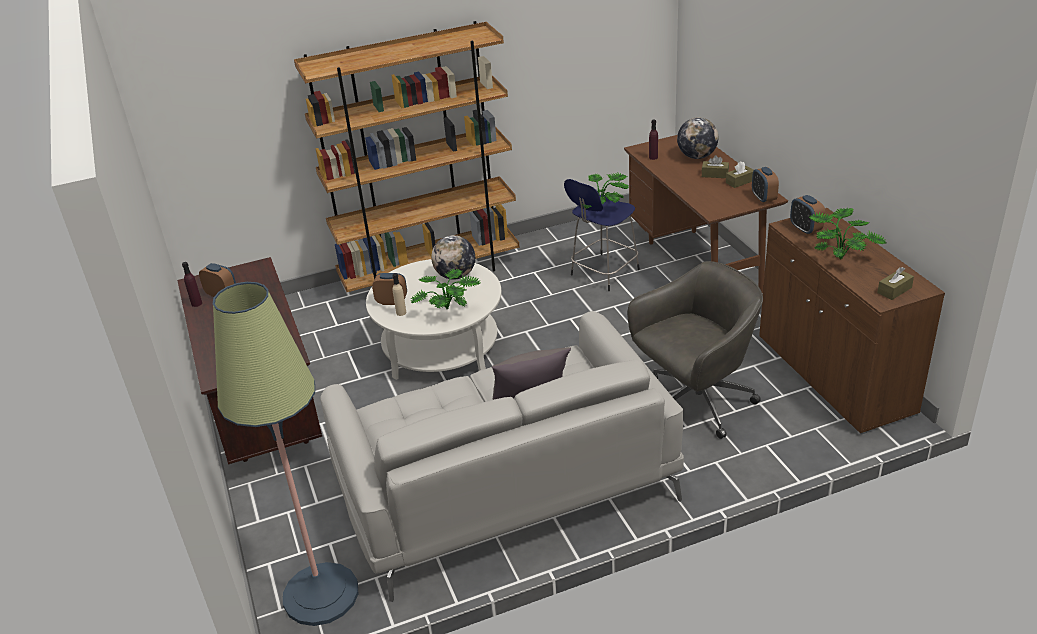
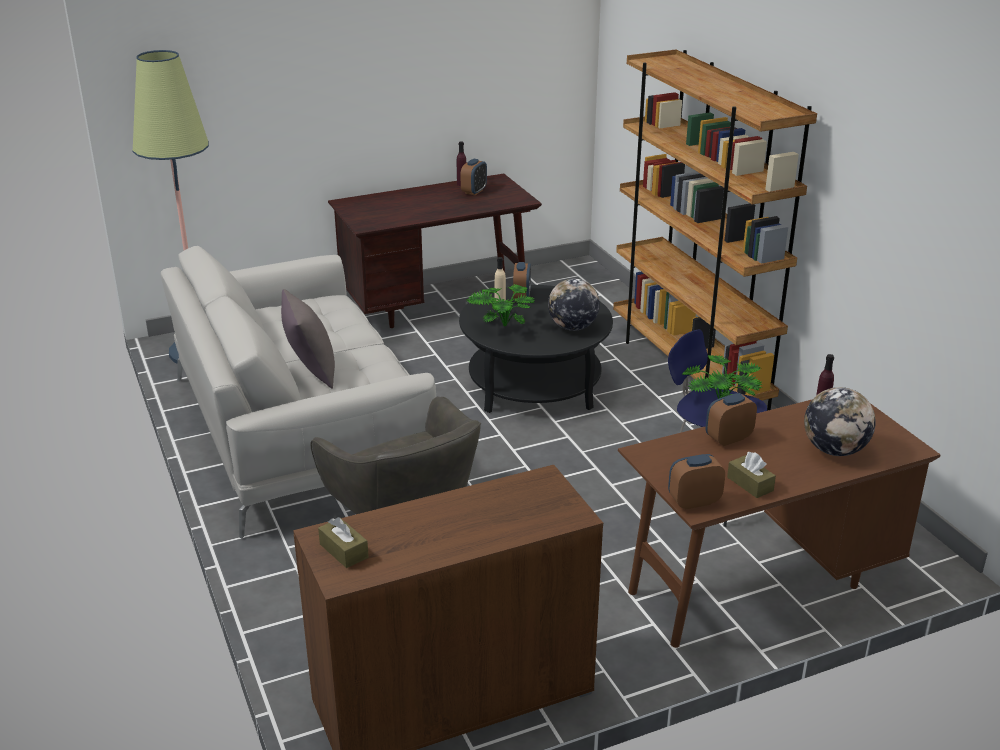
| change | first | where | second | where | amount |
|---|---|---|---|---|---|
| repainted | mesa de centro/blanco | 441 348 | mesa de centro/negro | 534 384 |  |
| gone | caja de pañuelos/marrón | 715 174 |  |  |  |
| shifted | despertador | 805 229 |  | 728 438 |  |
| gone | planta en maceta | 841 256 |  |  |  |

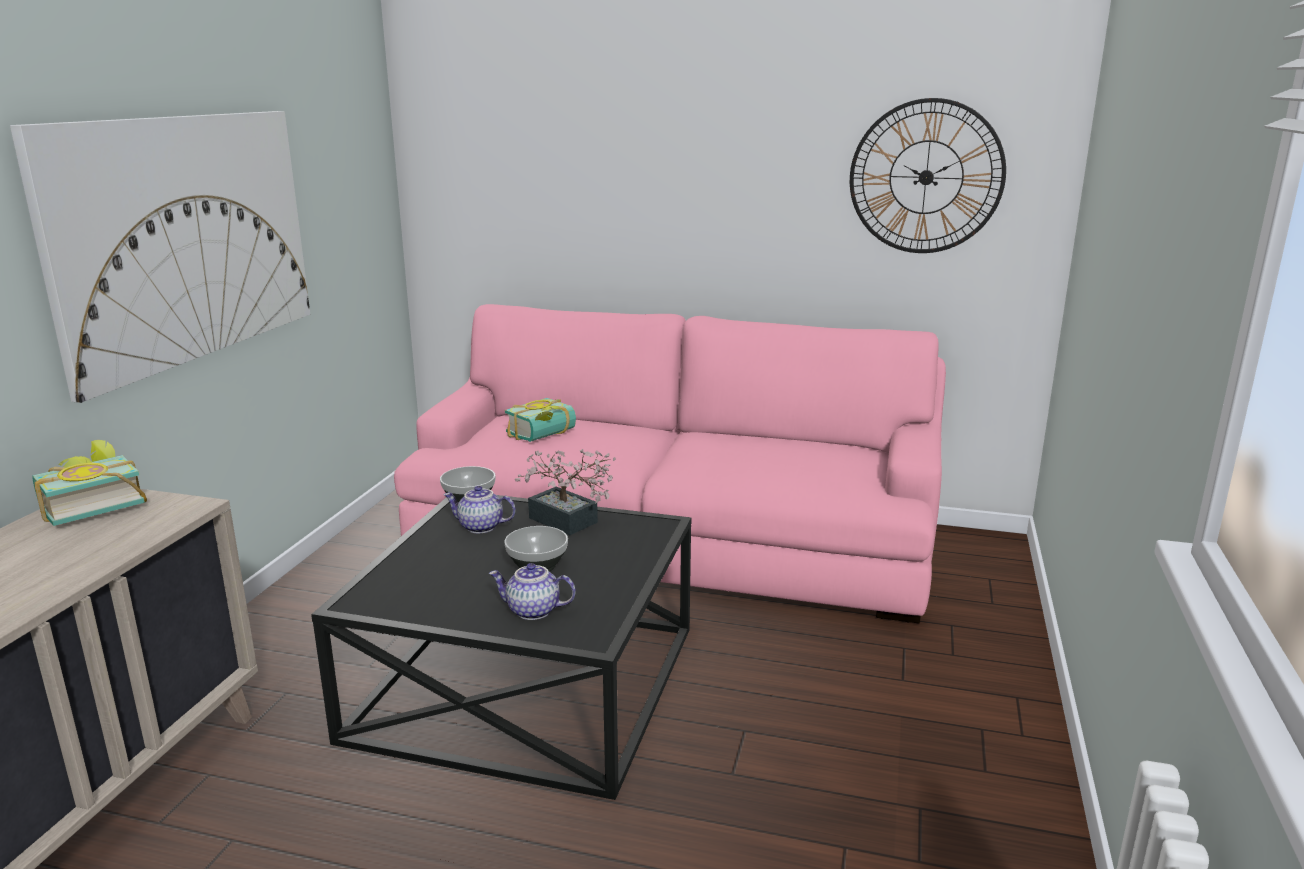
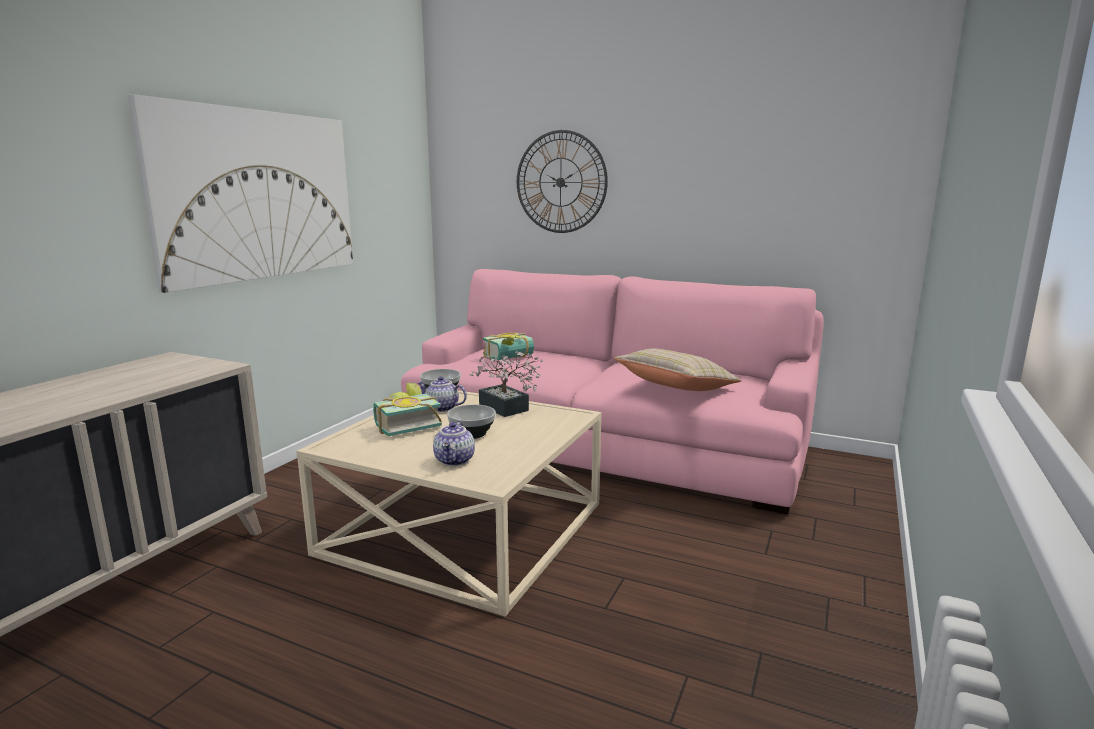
| change | first | where | second | where | amount |
|---|---|---|---|---|---|
| shifted | libro | 90 506 |  | 405 426 |  |
| repainted | mesa de centro/negro | 527 681 | mesa de centro/beis | 465 527 |  |
| rotated | tetera | 532 611 |  | 455 461 | 105 degrees counterclockwise |
| shifted | reloj de pared | 926 177 |  | 560 182 |  |
| new |  |  | cojín/beis | 676 389 |  |

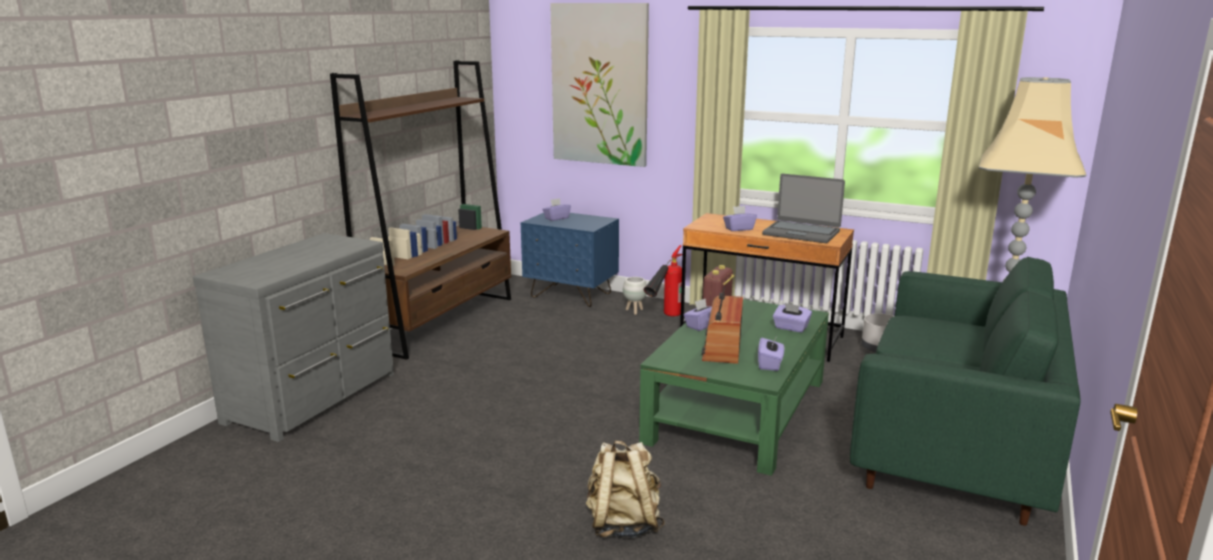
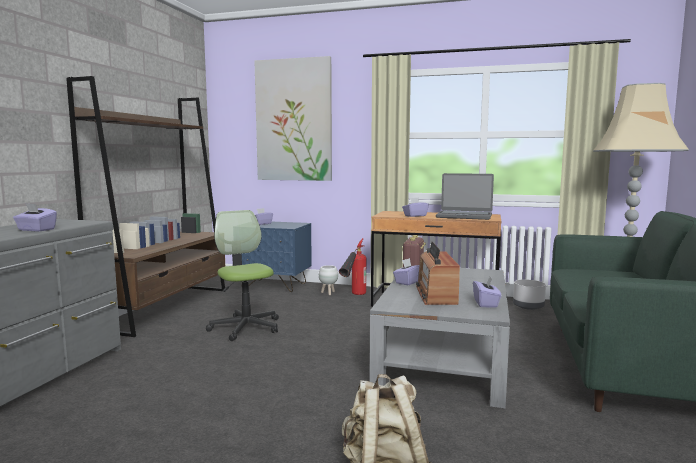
| change | first | where | second | where | amount |
|---|---|---|---|---|---|
| repainted | mesa de centro/verde | 737 411 | mesa de centro/gris | 444 356 |  |
| shifted | caja de pañuelos/morado | 791 328 |  | 36 230 |  |
| new |  |  | silla de oficina | 246 327 |  |

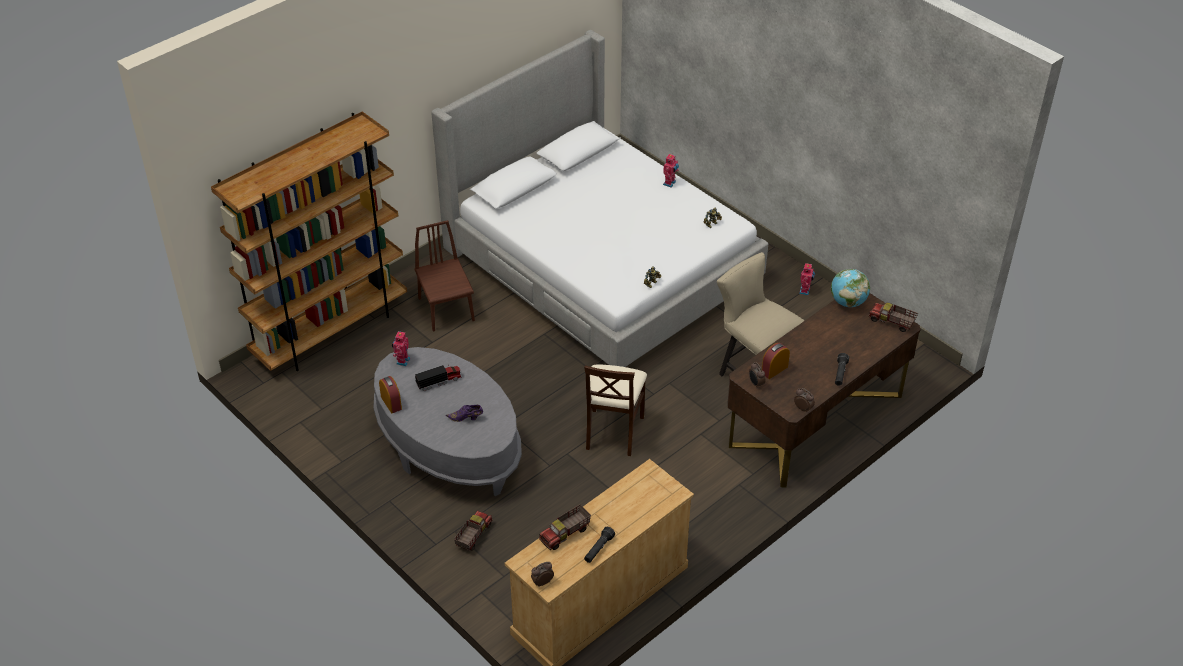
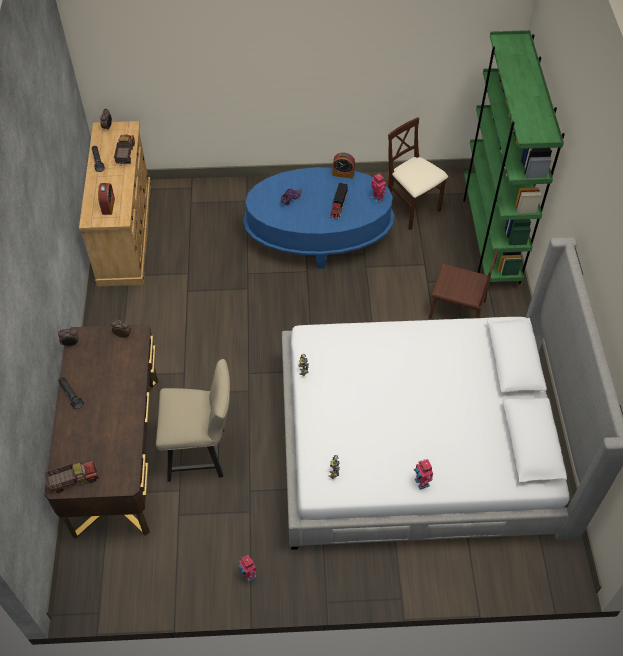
| change | first | where | second | where | amount |
|---|---|---|---|---|---|
| repainted | estantería/marrón | 330 331 | estantería/verde | 490 235 |  |
| repainted | mesa de centro/gris | 448 445 | mesa de centro/azul | 318 235 |  |
| gone | camión de juguete | 473 536 |  |  |  |
| shifted | silla/beis | 613 431 |  | 411 209 |  |
| shifted | despertador | 774 370 |  | 108 206 |  |
| gone | globo terráqueo | 848 302 |  |  |  |

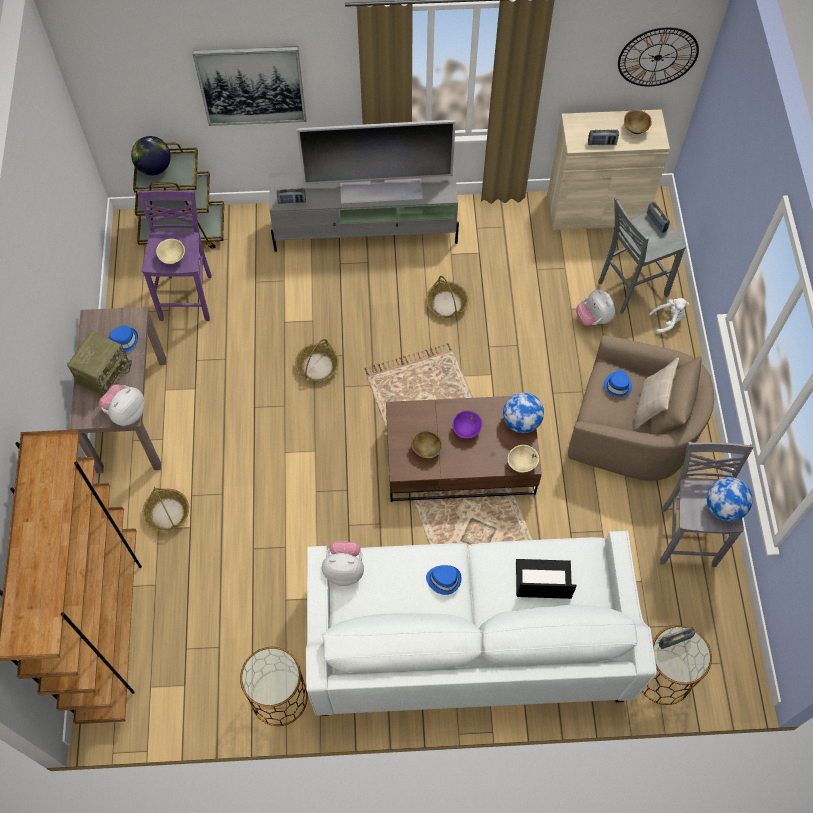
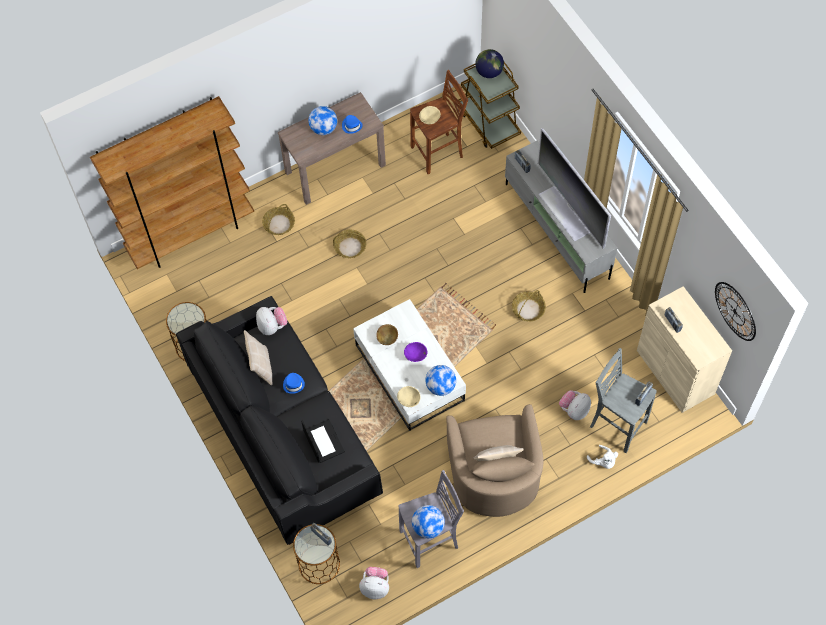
| change | first | where | second | where | amount |
|---|---|---|---|---|---|
| swapped | radio | 104 374 | globo terráqueo | 323 128 |  |
| shifted | peluche | 126 413 |  | 375 587 |  |
| repainted | taburete/morado | 188 296 | taburete/marrón | 438 153 |  |
| gone | cuadro | 251 85 |  |  |  |
| shifted | cesta | 317 366 |  | 350 247 |  |
| repainted | sofá/blanco | 468 639 | sofá/negro | 285 434 |  |
| repainted | mesa de centro/marrón | 459 460 | mesa de centro/blanco | 408 372 |  |
| gone | sombrero/azul | 618 385 |  |  |  |
| gone | cuenco/marrón | 635 129 |  |  |  |
| new |  |  | cojín/beis | 261 366 |  |

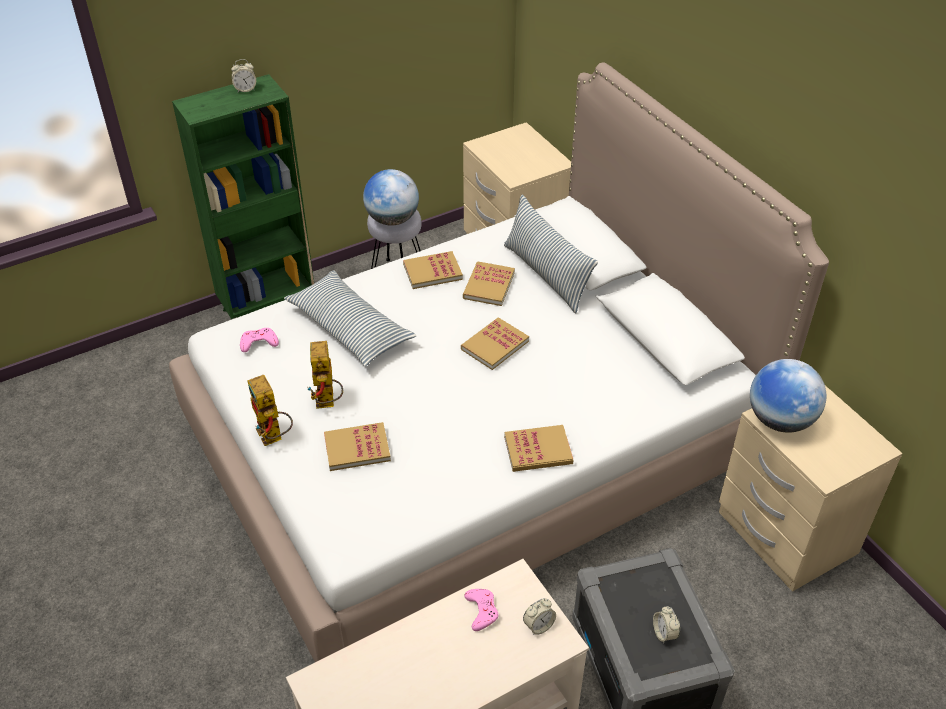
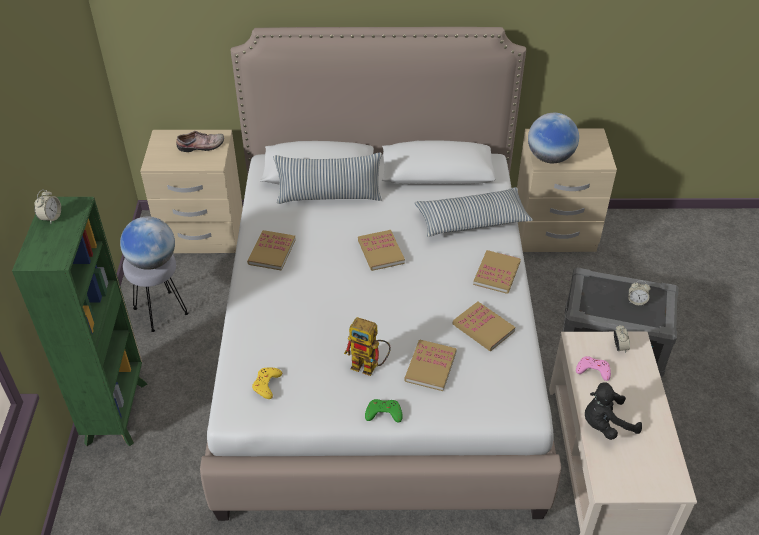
| change | first | where | second | where | amount |
|---|---|---|---|---|---|
| repainted | mando de consola/rosa | 258 342 | mando de consola/amarillo | 266 384 |  |
| swapped | robot de juguete | 274 437 | mando de consola/verde | 383 413 |  |
| shifted | cojín | 350 328 |  | 472 220 |  |
| shifted | libro | 489 285 |  | 483 328 |  |
| new |  |  | zapato | 201 146 |  |
| new |  |  | peluche/negro | 605 424 |  |

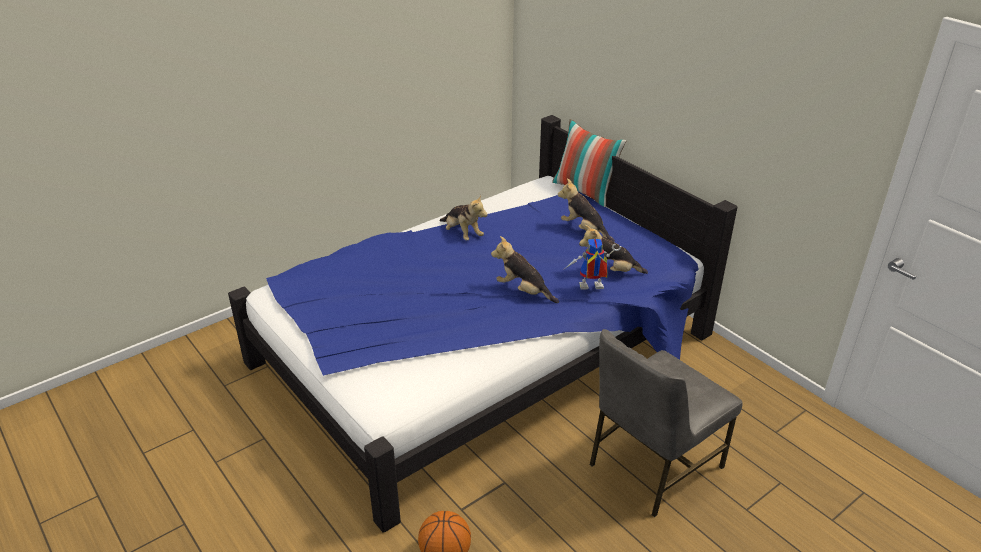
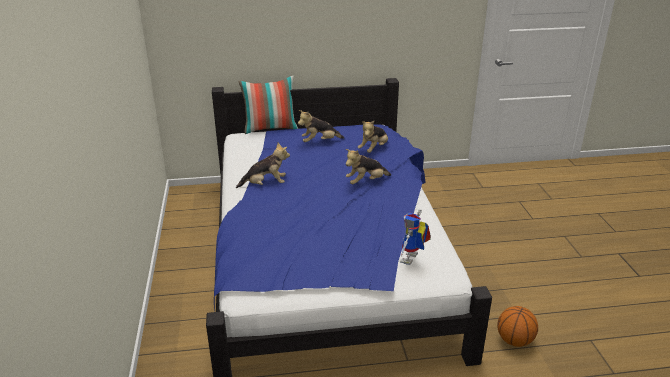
| change | first | where | second | where | amount |
|---|---|---|---|---|---|
| shifted | robot de juguete | 589 288 |  | 412 260 |  |
| gone | silla/gris | 652 465 |  |  |  |

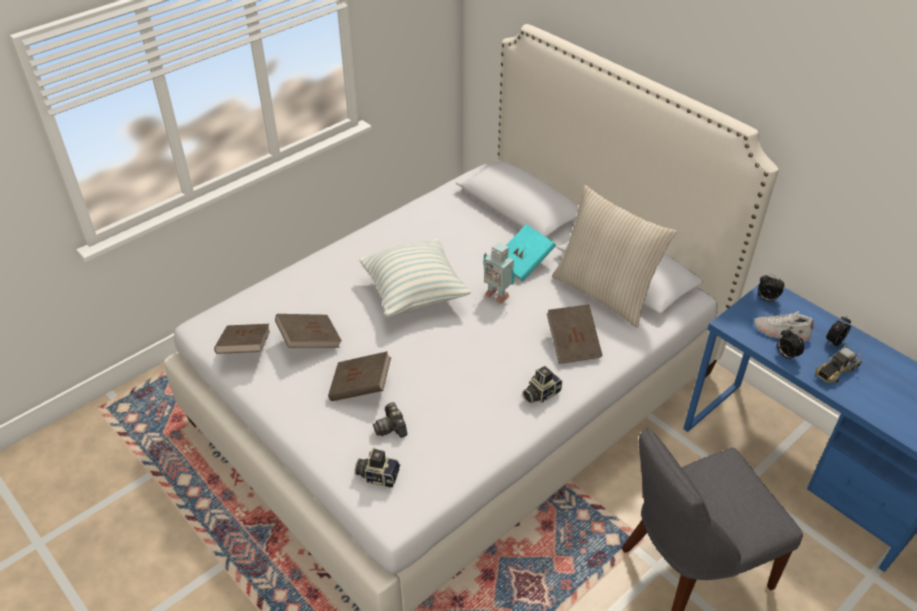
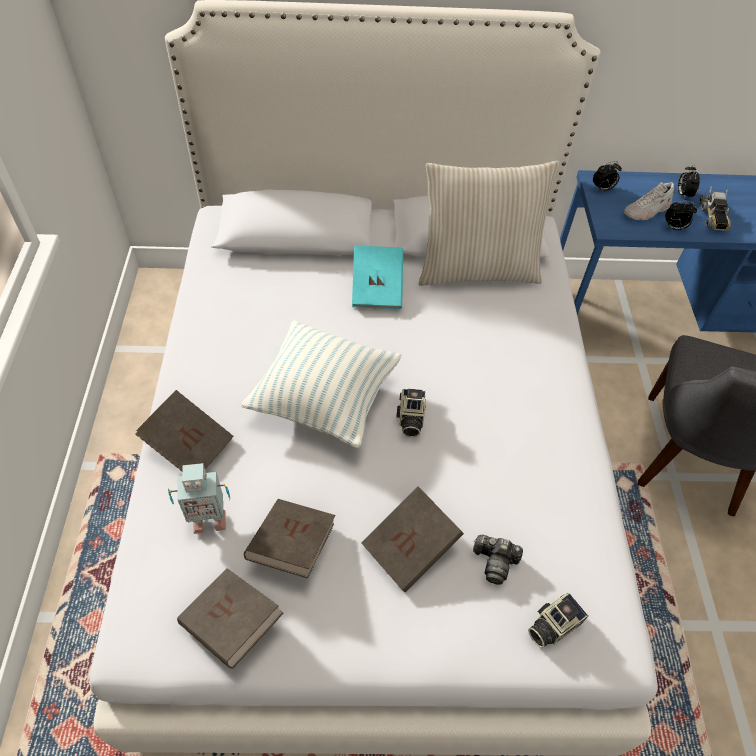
| change | first | where | second | where | amount |
|---|---|---|---|---|---|
| shifted | robot de juguete | 497 294 |  | 208 519 |  |
| shifted | cámara | 540 393 |  | 410 419 |  |
| shifted | libro/marrón | 573 344 |  | 189 445 |  |

